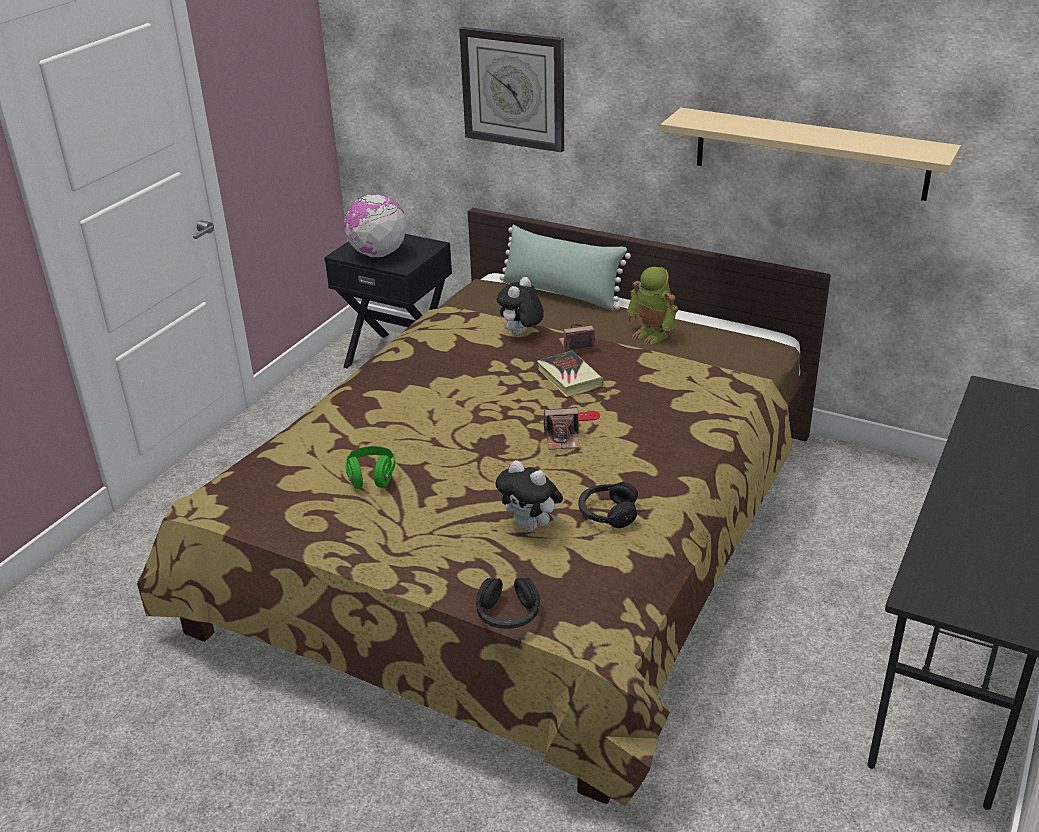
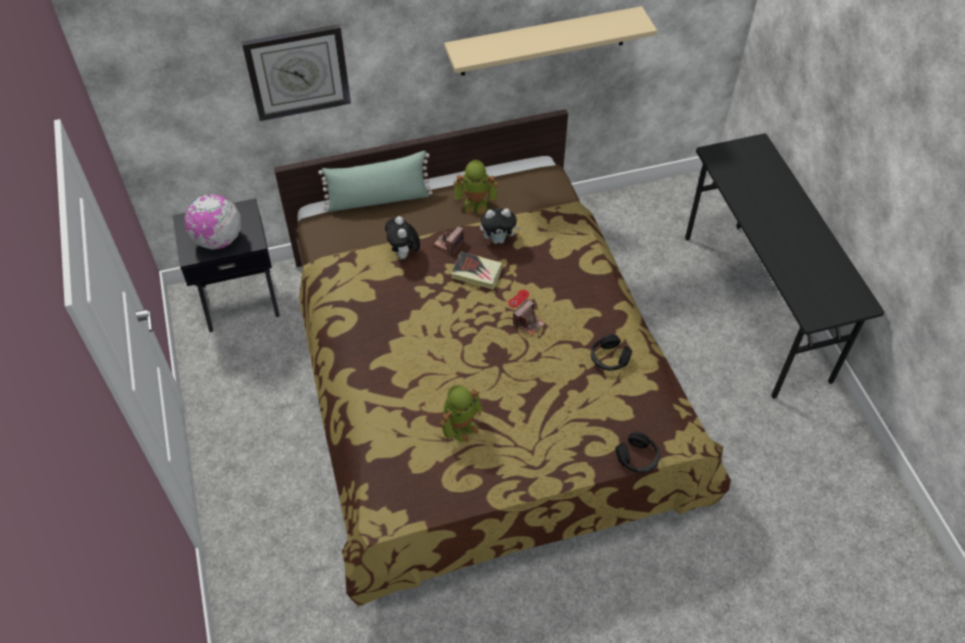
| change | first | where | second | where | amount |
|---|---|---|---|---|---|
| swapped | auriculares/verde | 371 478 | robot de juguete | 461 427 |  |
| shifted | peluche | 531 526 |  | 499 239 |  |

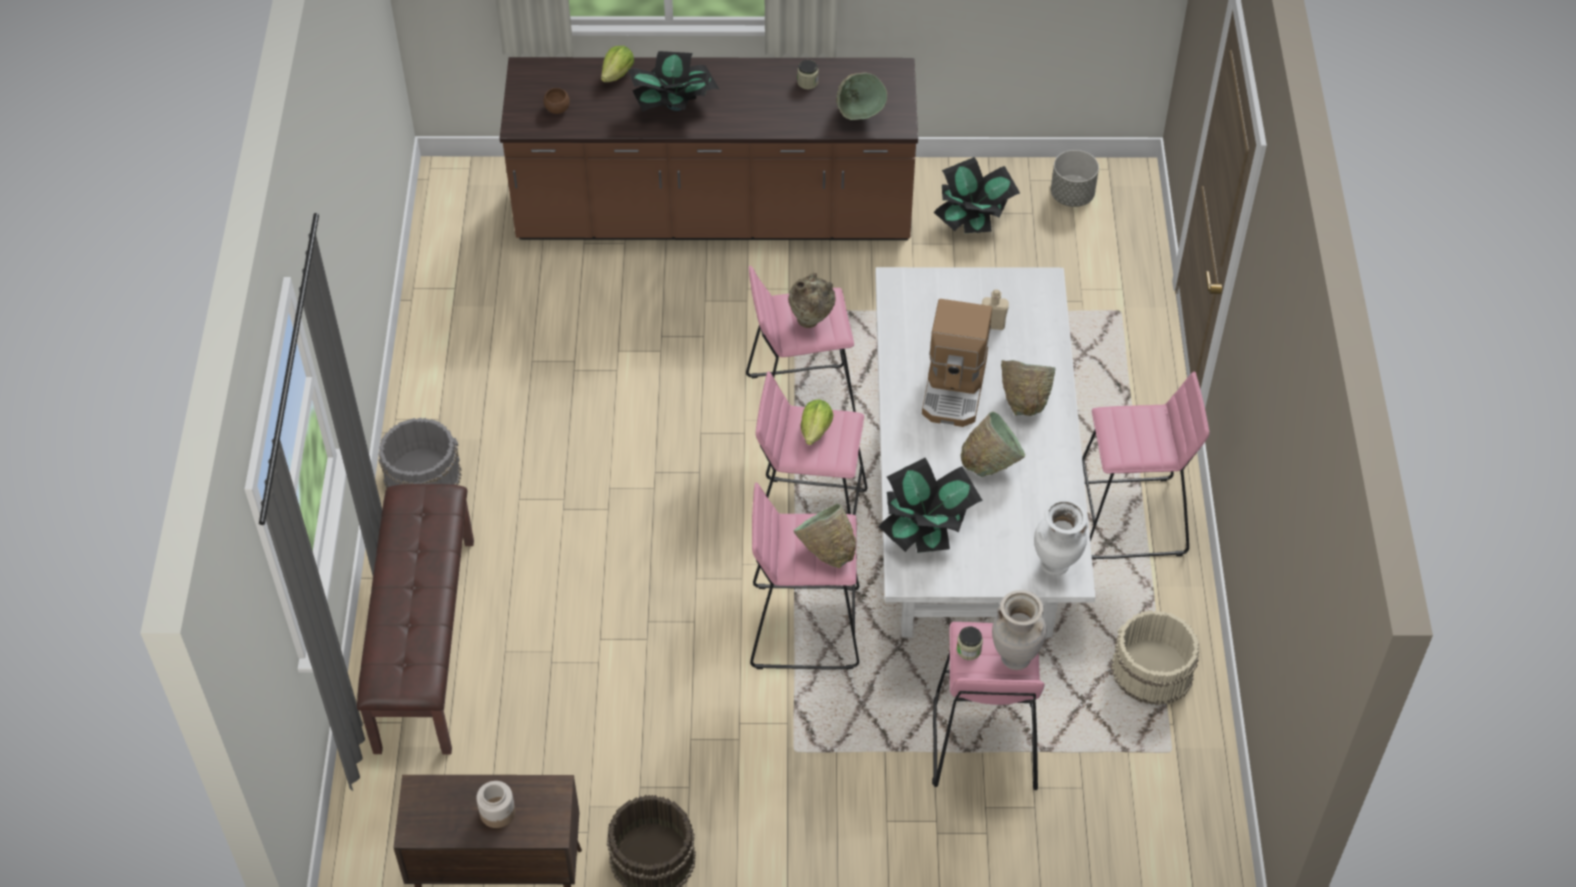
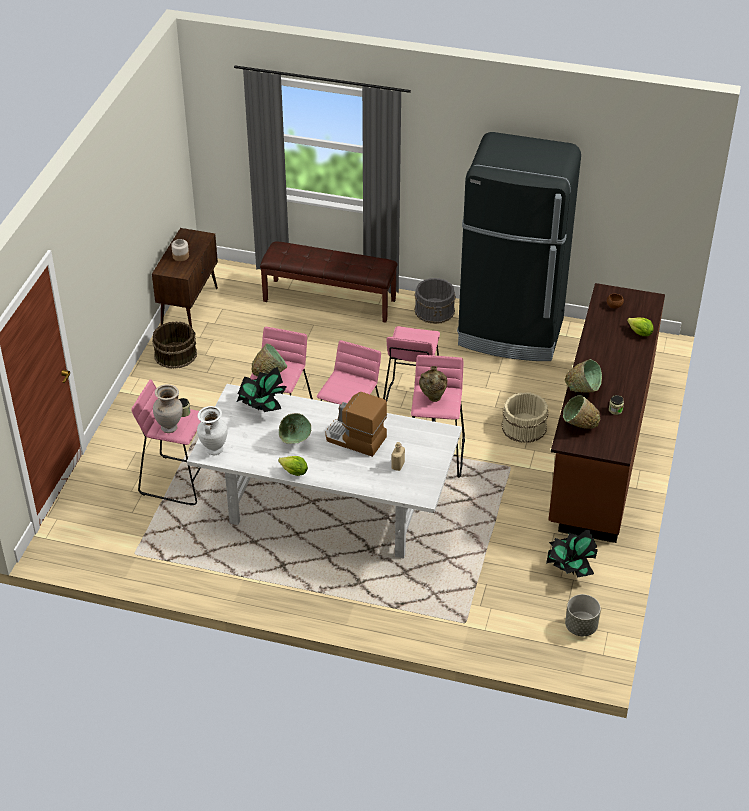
| change | first | where | second | where | amount |
|---|---|---|---|---|---|
| gone | planta en maceta | 675 105 |  |  |  |
| shifted | lechuga | 816 430 |  | 294 472 |  |
| shifted | cuenco/verde | 1024 400 |  | 583 390 |  |
| shifted | taburete/rosa | 1130 519 |  | 411 403 |  |
| shifted | cubo/beis | 1151 671 |  | 523 427 |  |
| new |  |  | nevera/negro | 511 333 |  |

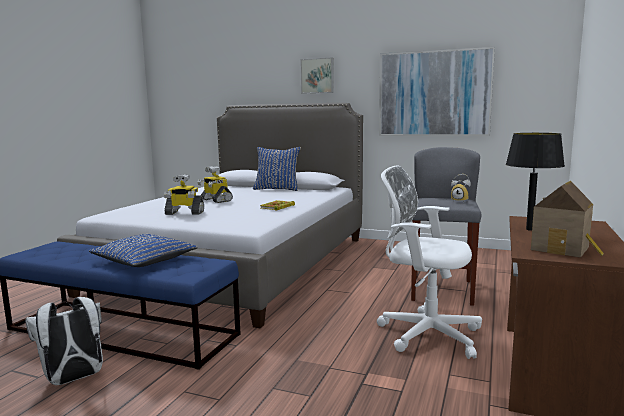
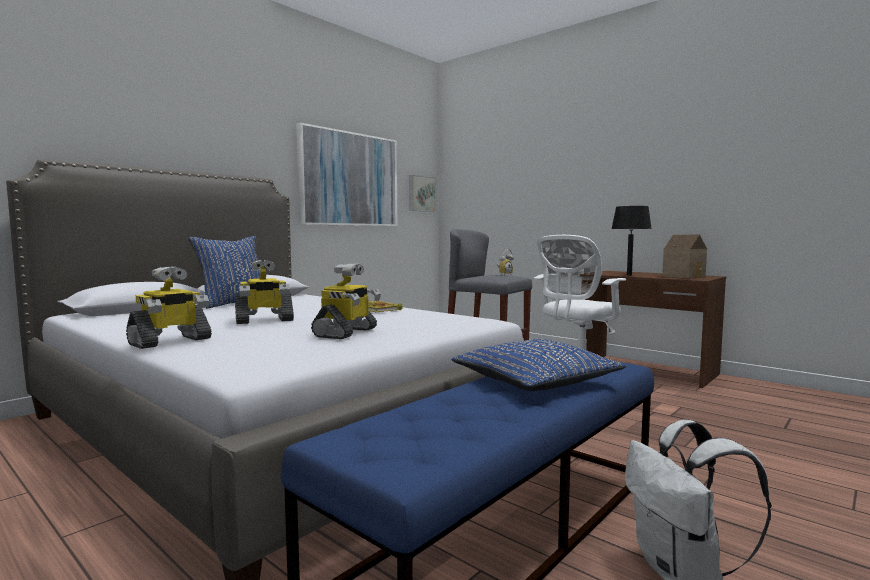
| change | first | where | second | where | amount |
|---|---|---|---|---|---|
| shifted | cuadro | 317 76 |  | 421 194 |  |
| new |  |  | robot de juguete | 170 341 |  |

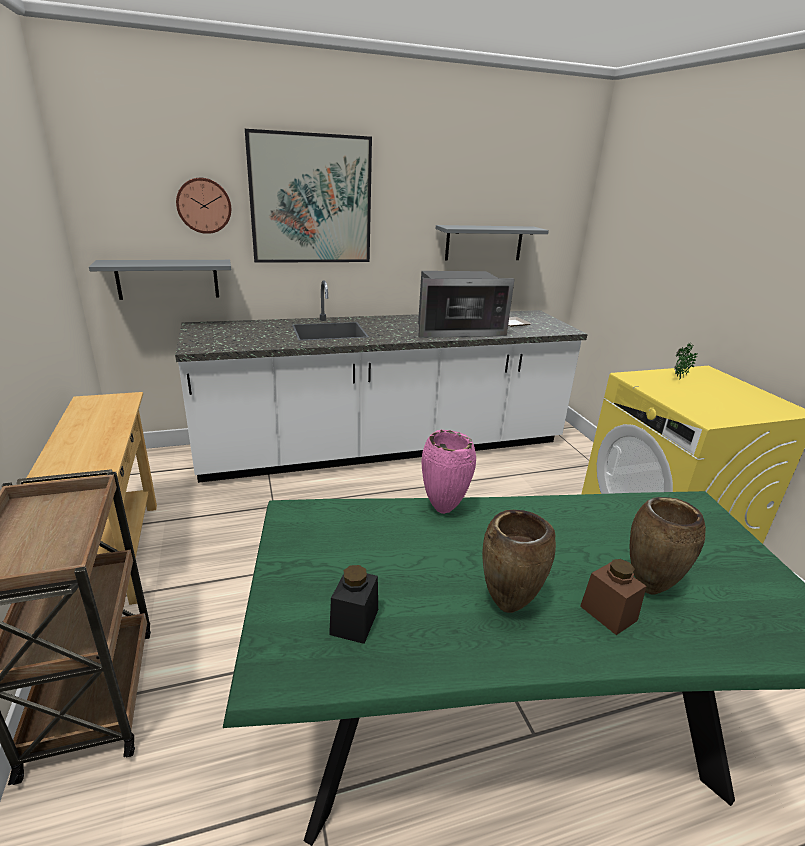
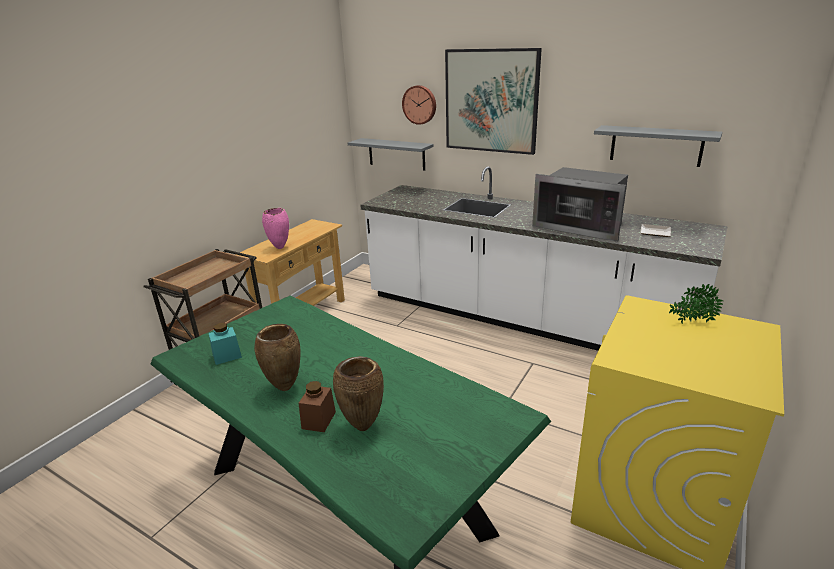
| change | first | where | second | where | amount |
|---|---|---|---|---|---|
| repainted | tarro/negro | 354 622 | tarro/turquesa | 227 356 |  |
| shifted | florero/rosa | 444 510 |  | 280 248 |  |

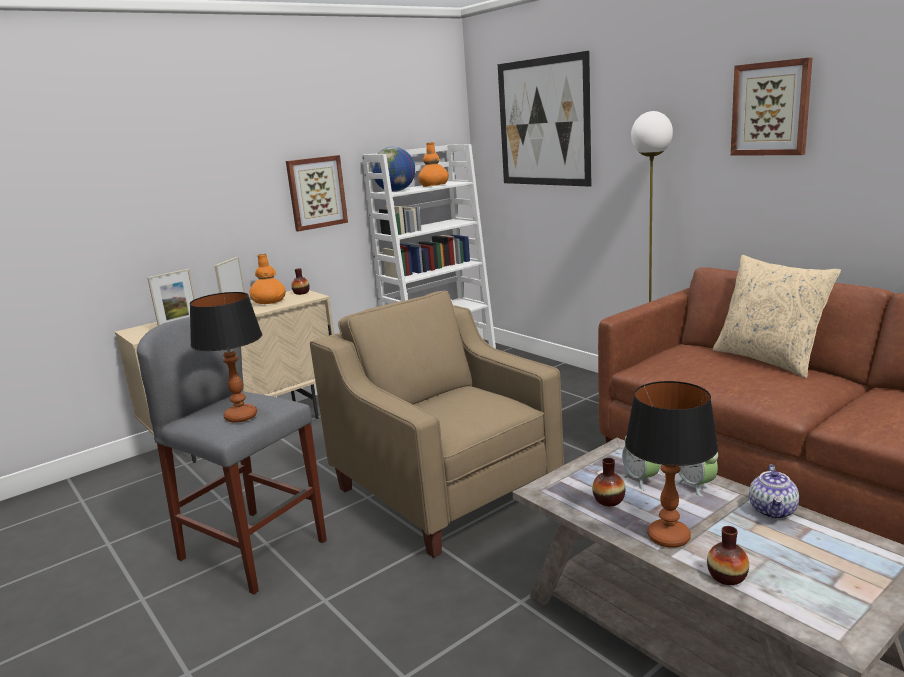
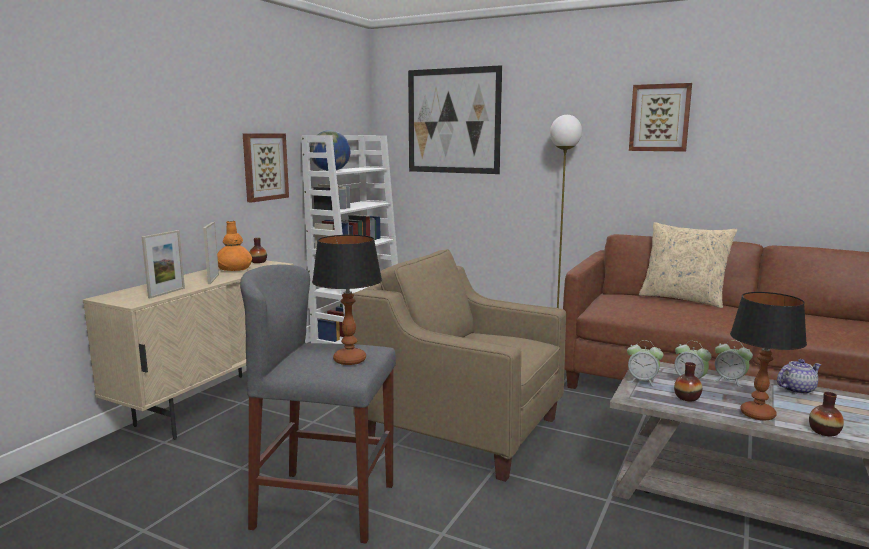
| change | first | where | second | where | amount |
|---|---|---|---|---|---|
| gone | florero/naranja | 433 185 |  |  |  |
| rotated | tetera | 773 511 |  | 796 389 | 105 degrees counterclockwise |
| new |  |  | despertador | 642 381 |  |

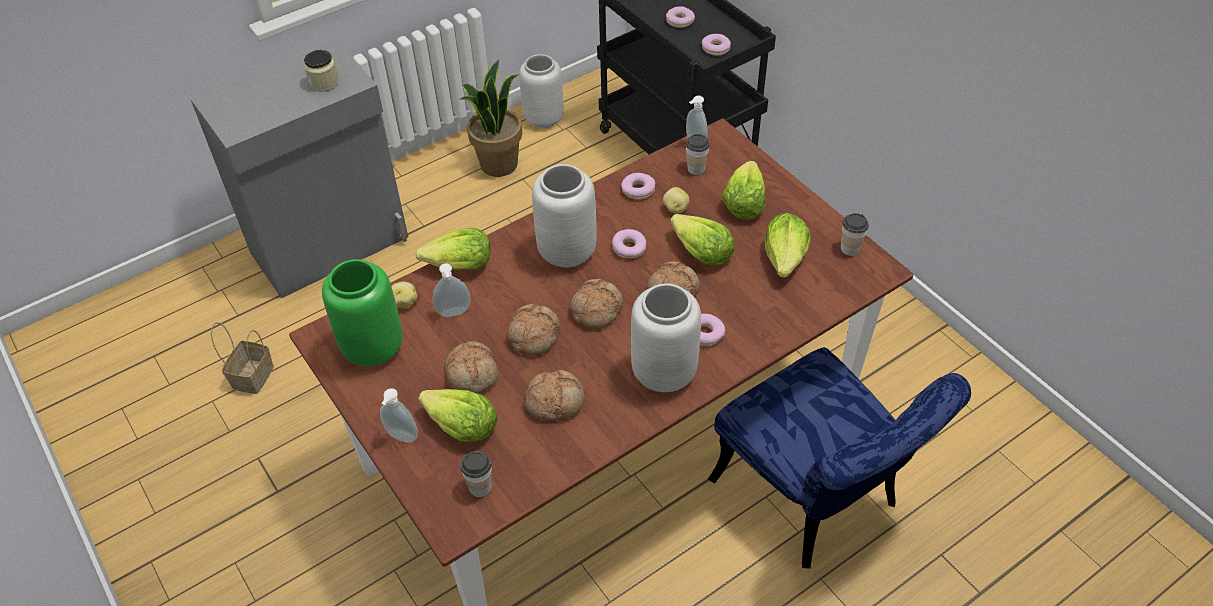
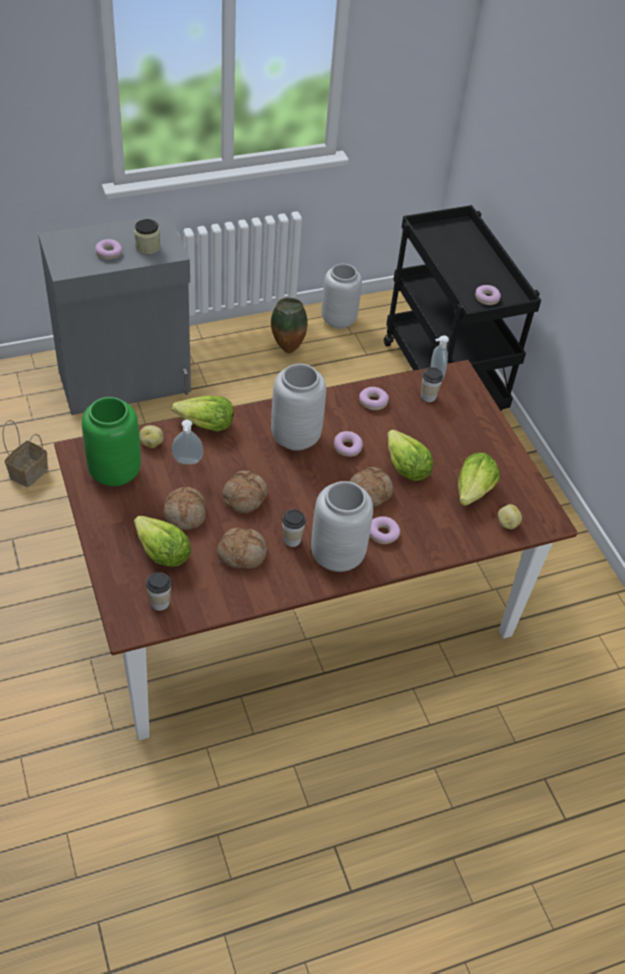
| change | first | where | second | where | amount |
|---|---|---|---|---|---|
| gone | dispensador de jabón | 401 437 |  |  |  |
| swapped | planta en maceta | 498 164 | florero | 286 349 |  |
| gone | pan | 596 309 |  |  |  |
| shifted | patata | 675 209 |  | 507 523 |  |
| shifted | rosquilla | 680 21 |  | 109 253 |  |
| gone | silla/azul | 815 501 |  |  |  |
| gone | lechuga | 743 203 |  |  |  |
| shifted | taza | 850 248 |  | 292 539 |  |

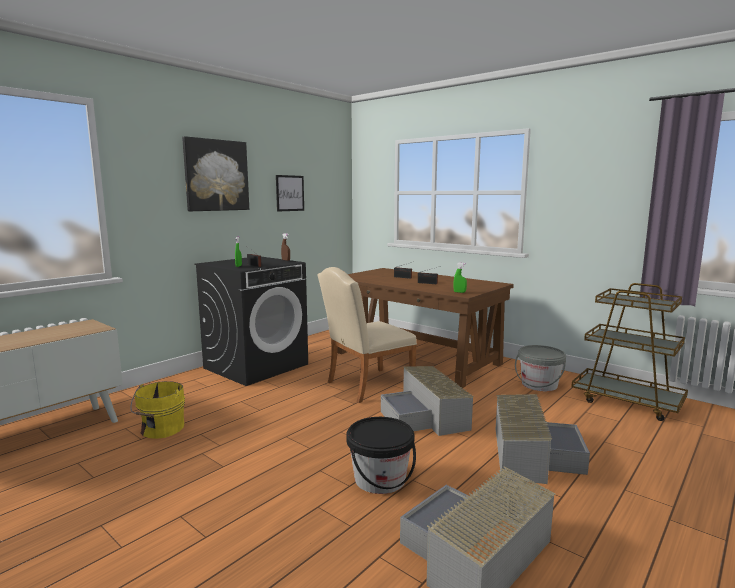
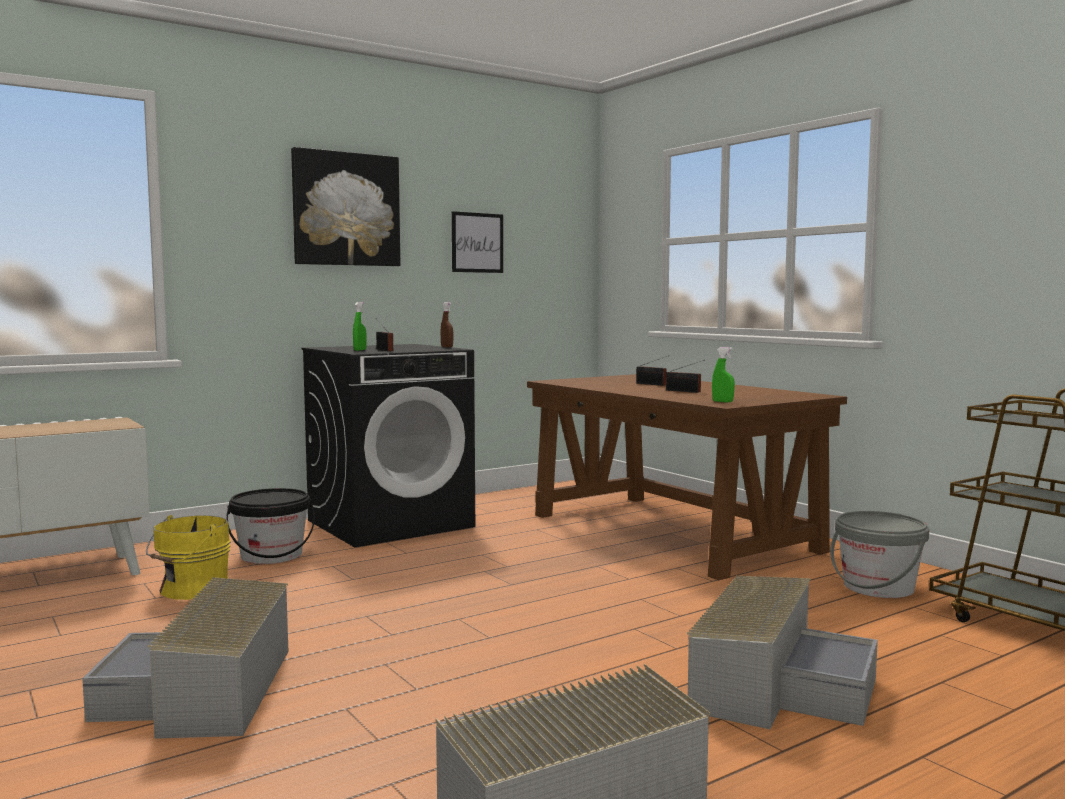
| change | first | where | second | where | amount |
|---|---|---|---|---|---|
| gone | silla/beis | 365 386 |  |  |  |
| shifted | cubo/negro | 380 479 |  | 271 555 |  |
| shifted | caja de almacenaje/gris | 426 416 |  | 202 692 |  |

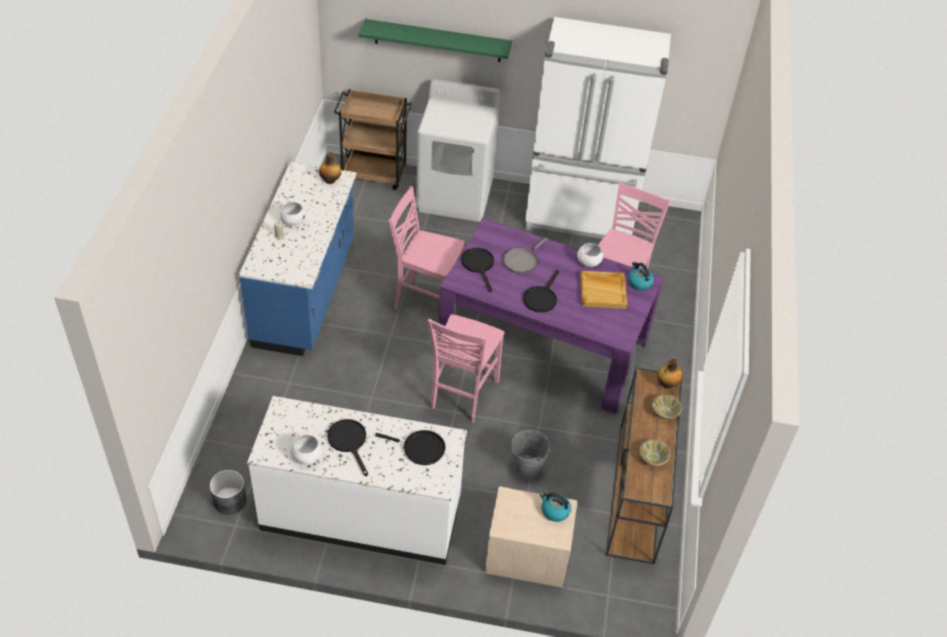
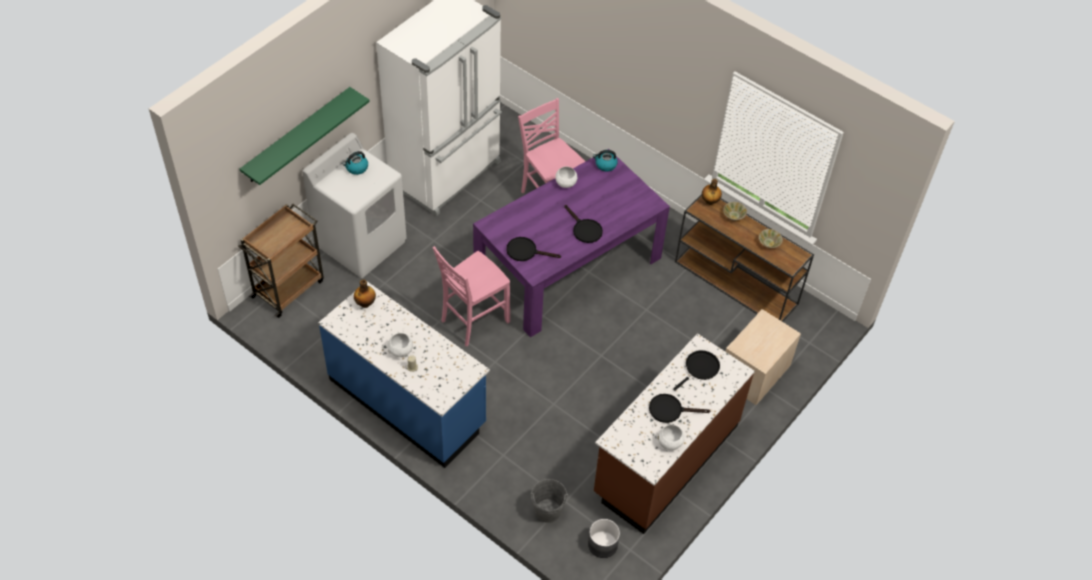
| change | first | where | second | where | amount |
|---|---|---|---|---|---|
| repainted | mueble bajo de cocina/blanco | 361 514 | mueble bajo de cocina/marrón | 665 459 |  |
| gone | silla/rosa | 462 395 |  |  |  |
| gone | sartén/gris | 522 261 |  |  |  |
| shifted | cubo/gris | 527 466 |  | 547 511 |  |
| shifted | hervidor | 554 511 |  | 356 168 |  |
| gone | bandeja/beis | 603 291 |  |  |  |

